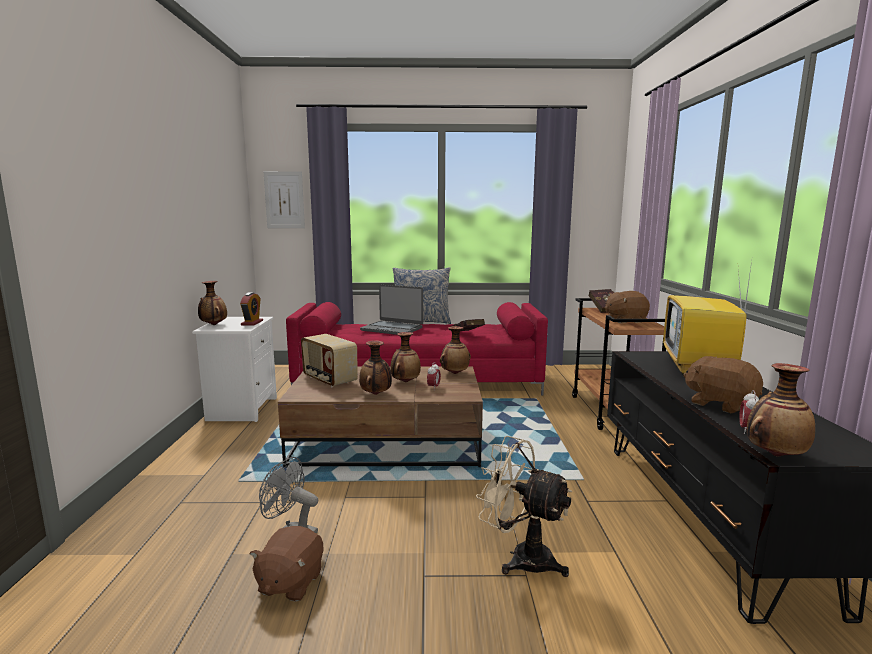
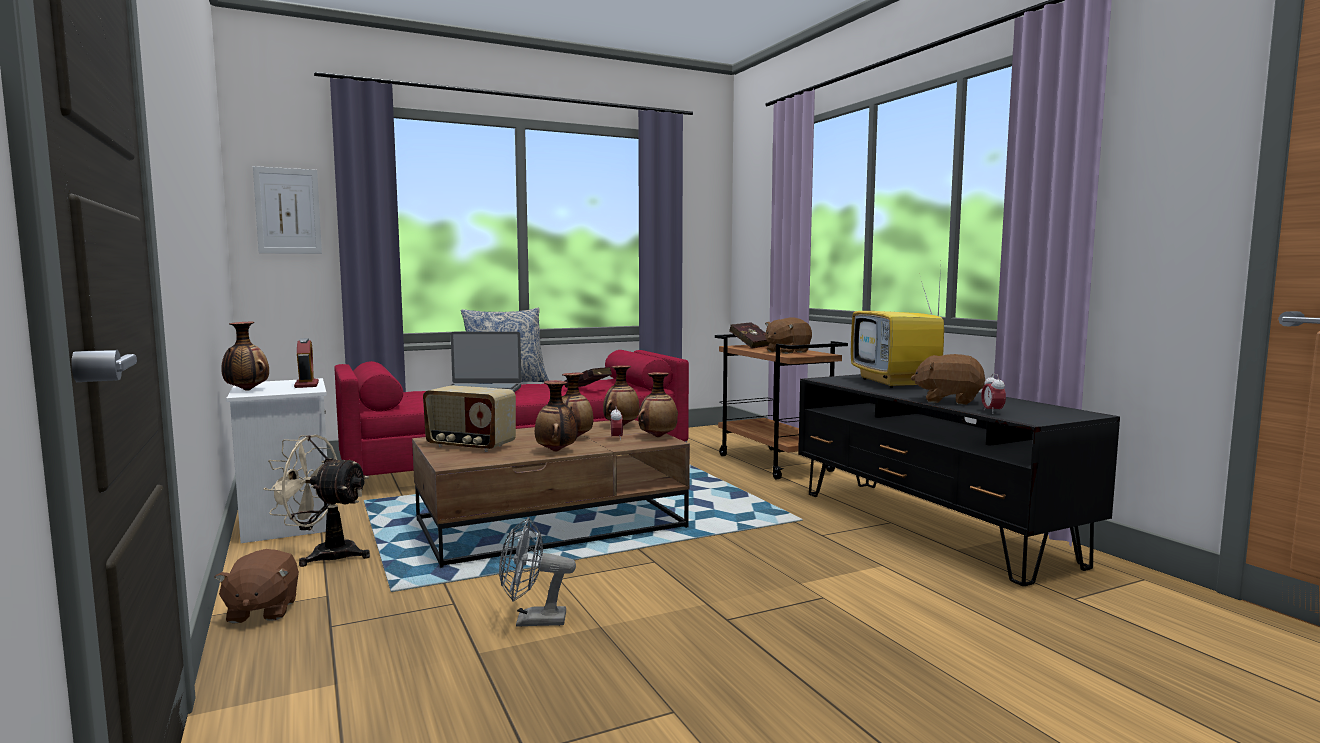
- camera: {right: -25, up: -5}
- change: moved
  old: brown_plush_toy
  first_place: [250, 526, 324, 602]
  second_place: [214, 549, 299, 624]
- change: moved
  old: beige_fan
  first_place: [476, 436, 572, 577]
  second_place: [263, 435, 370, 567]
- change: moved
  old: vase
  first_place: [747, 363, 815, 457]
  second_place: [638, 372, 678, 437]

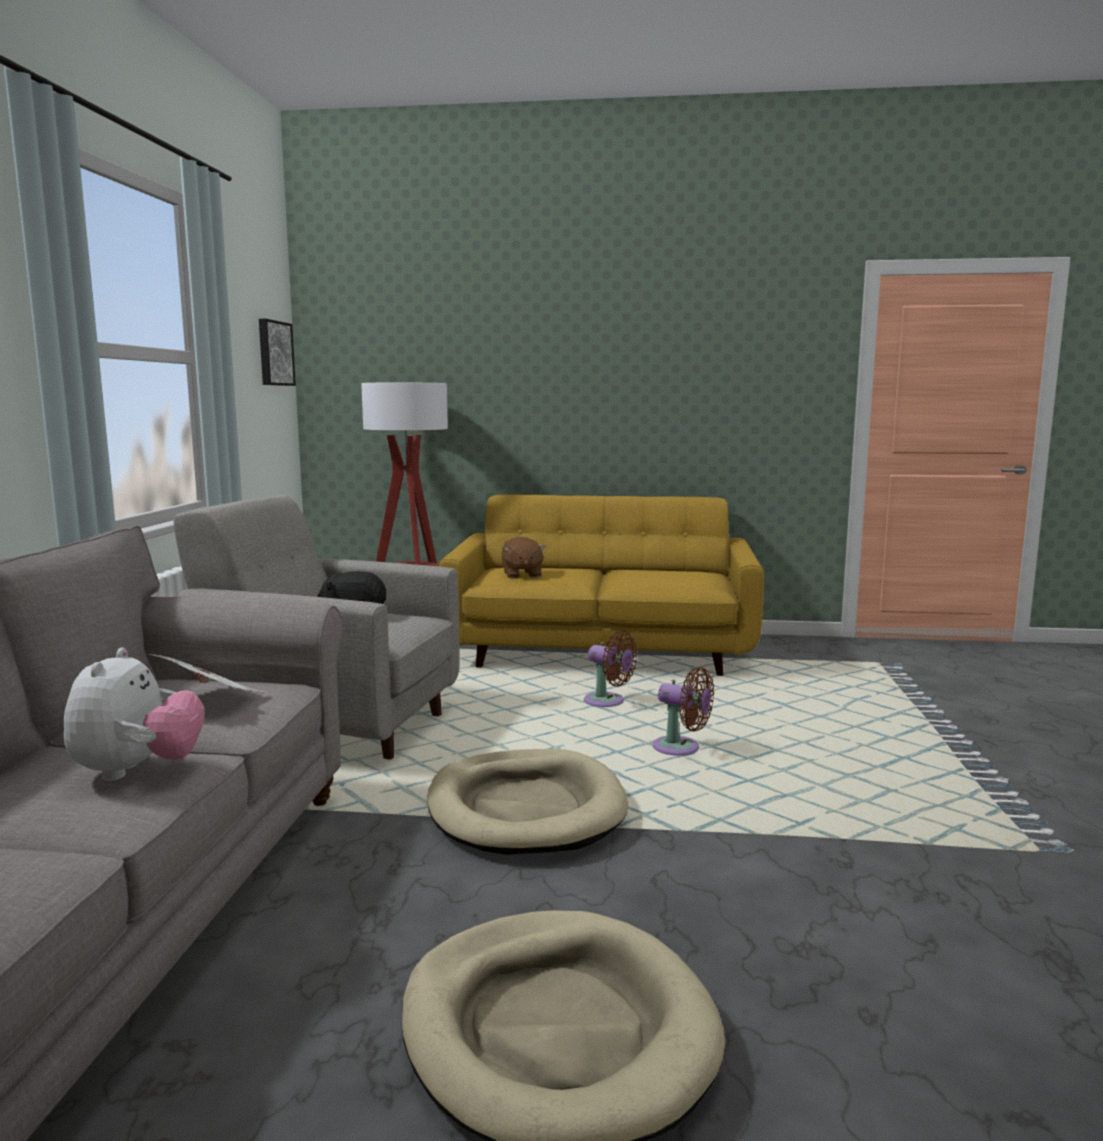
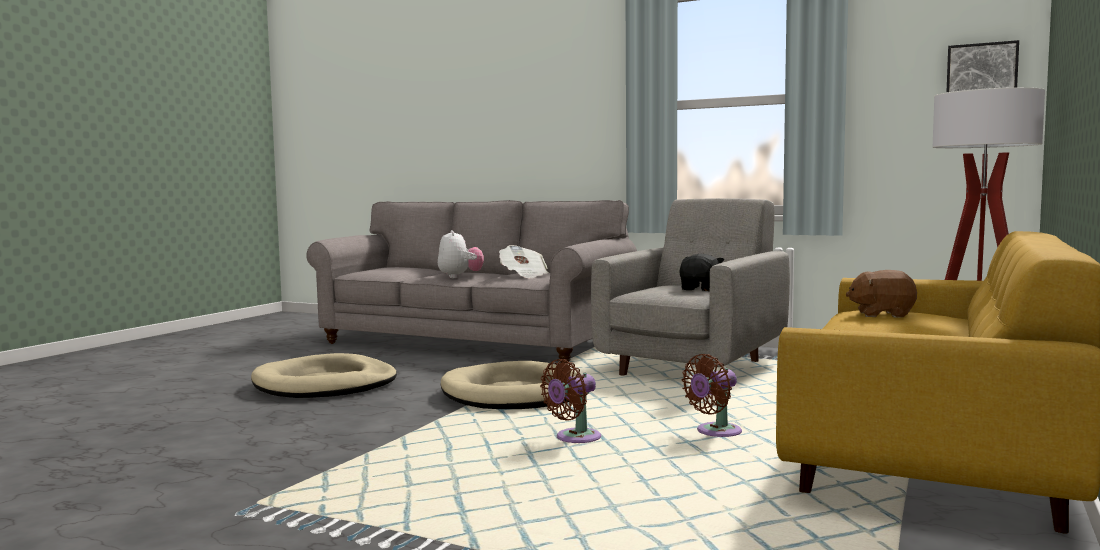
- camera: {right: 110, up: -5}
- change: turned
  old: plush_toy
  first_place: [64, 648, 205, 781]
  second_place: [438, 230, 484, 278]
  degrees: -120

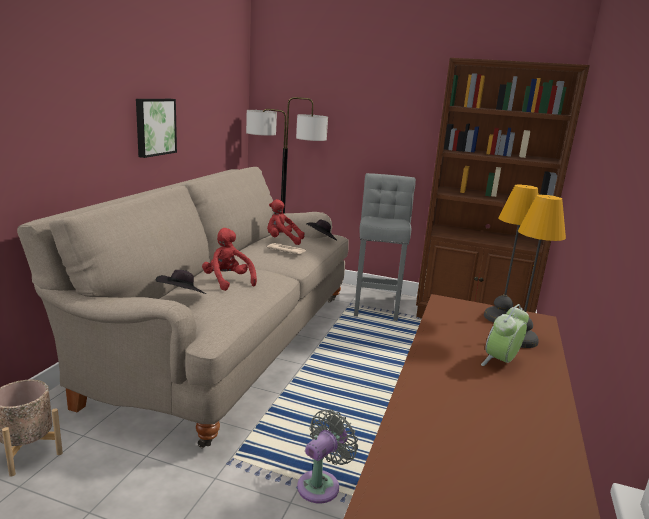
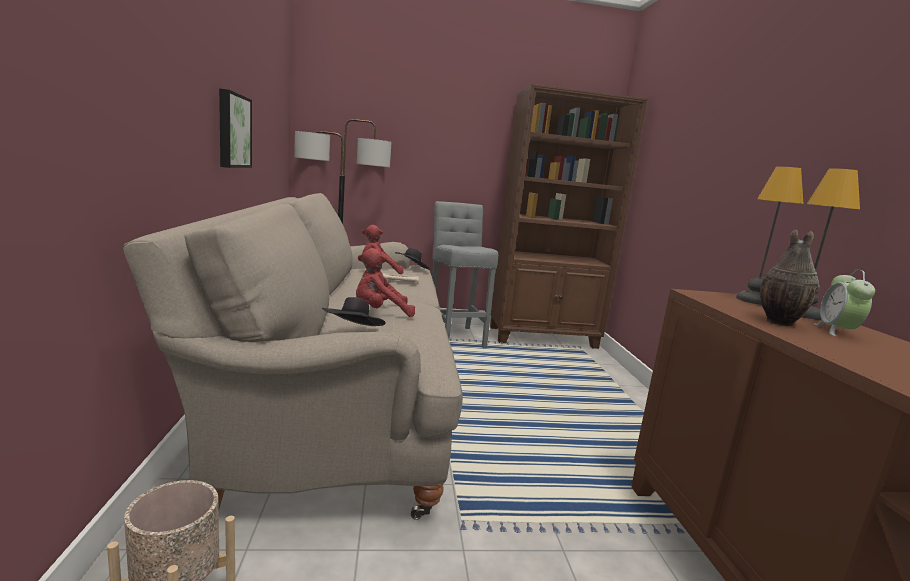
- camera: {right: -25, up: -5}
- change: turned
  old: red_plush_toy
  first_place: [202, 228, 257, 291]
  second_place: [356, 248, 415, 317]
  degrees: -45
- change: added
  new: vase
  second_place: [760, 230, 819, 326]
- change: removed
  old: grey_fan
  first_place: [297, 409, 358, 503]

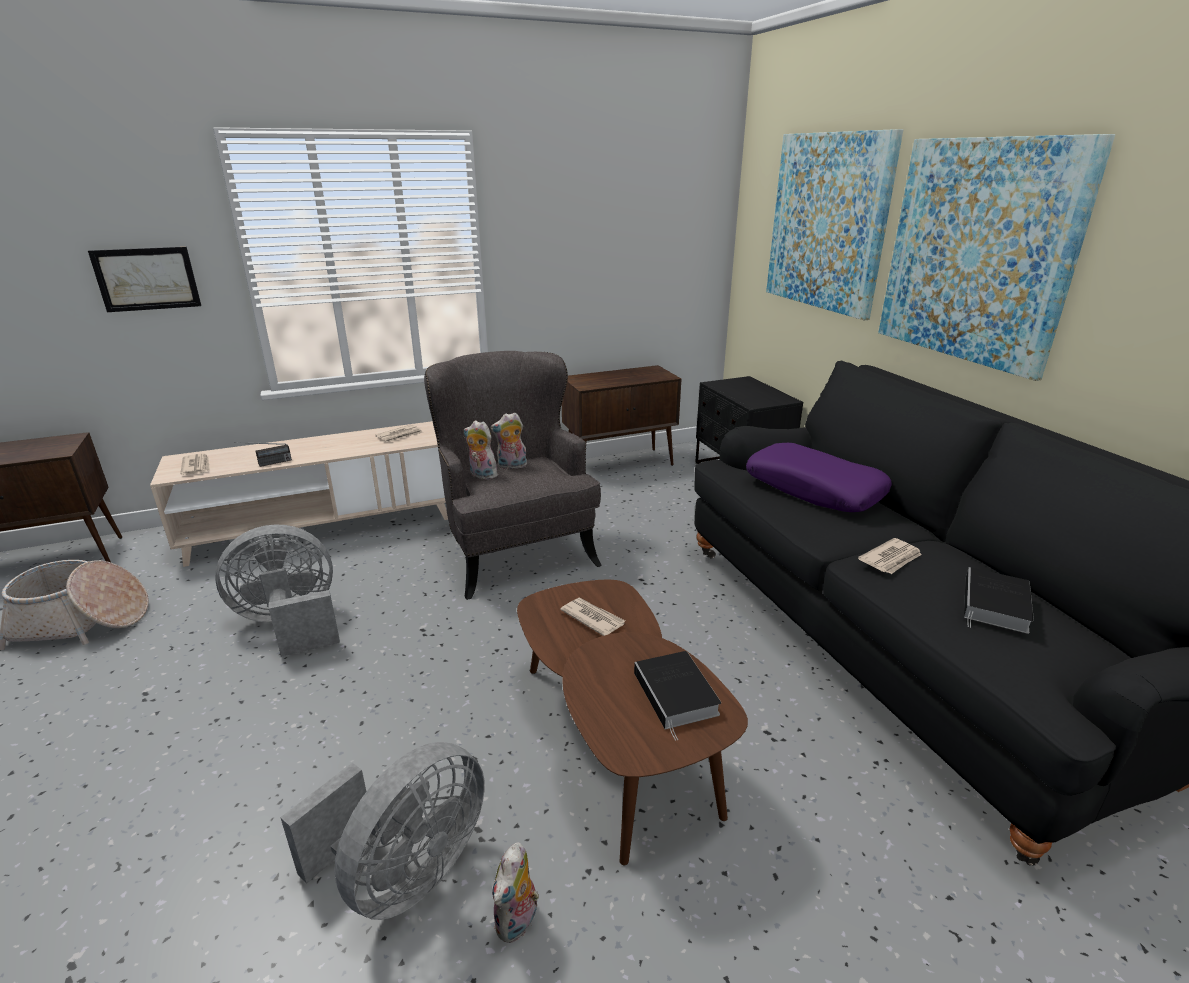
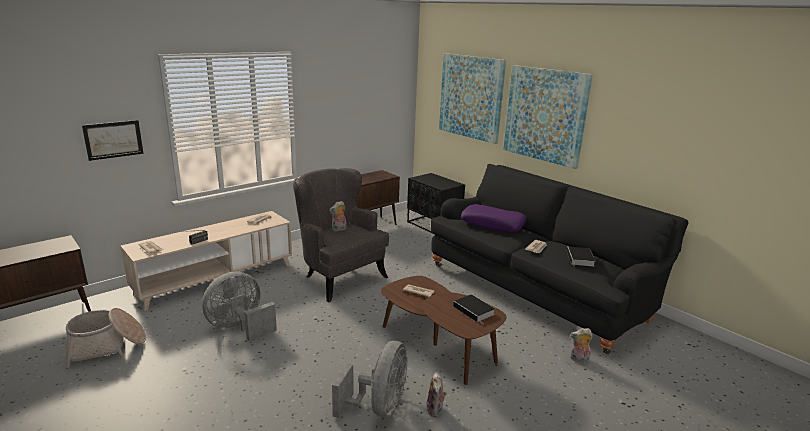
- camera: {right: -20, up: -5}
- change: moved
  old: plush_toy
  first_place: [464, 421, 498, 480]
  second_place: [570, 328, 593, 363]

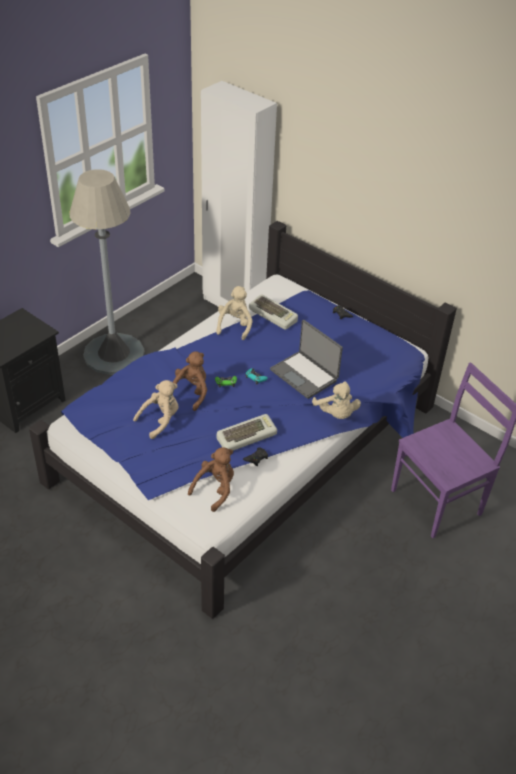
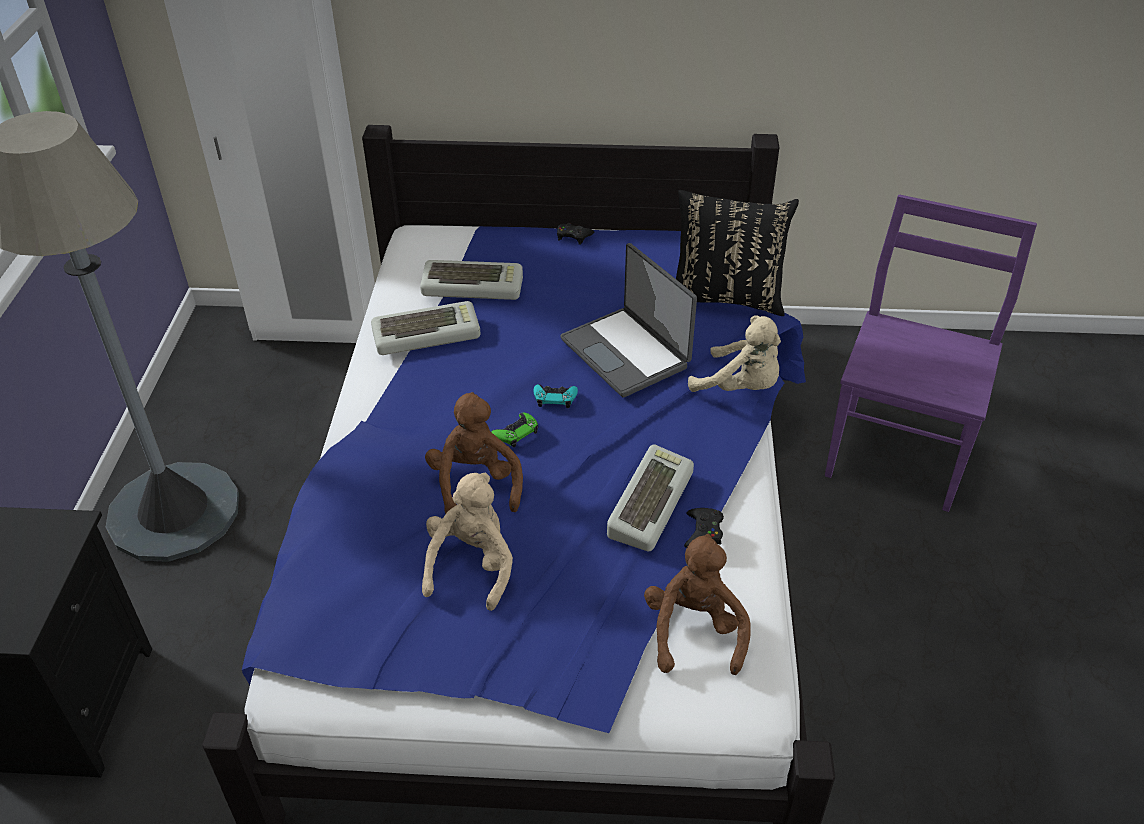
- camera: {right: -35, up: 0}
- change: replaced
  old: beige_plush_toy
  new: keyboard
  first_place: [216, 286, 253, 340]
  second_place: [371, 301, 481, 355]
- change: turned
  old: laptop
  first_place: [270, 320, 343, 399]
  second_place: [560, 243, 697, 398]
  degrees: 45
- change: added
  new: black_pillow
  second_place: [676, 190, 799, 316]

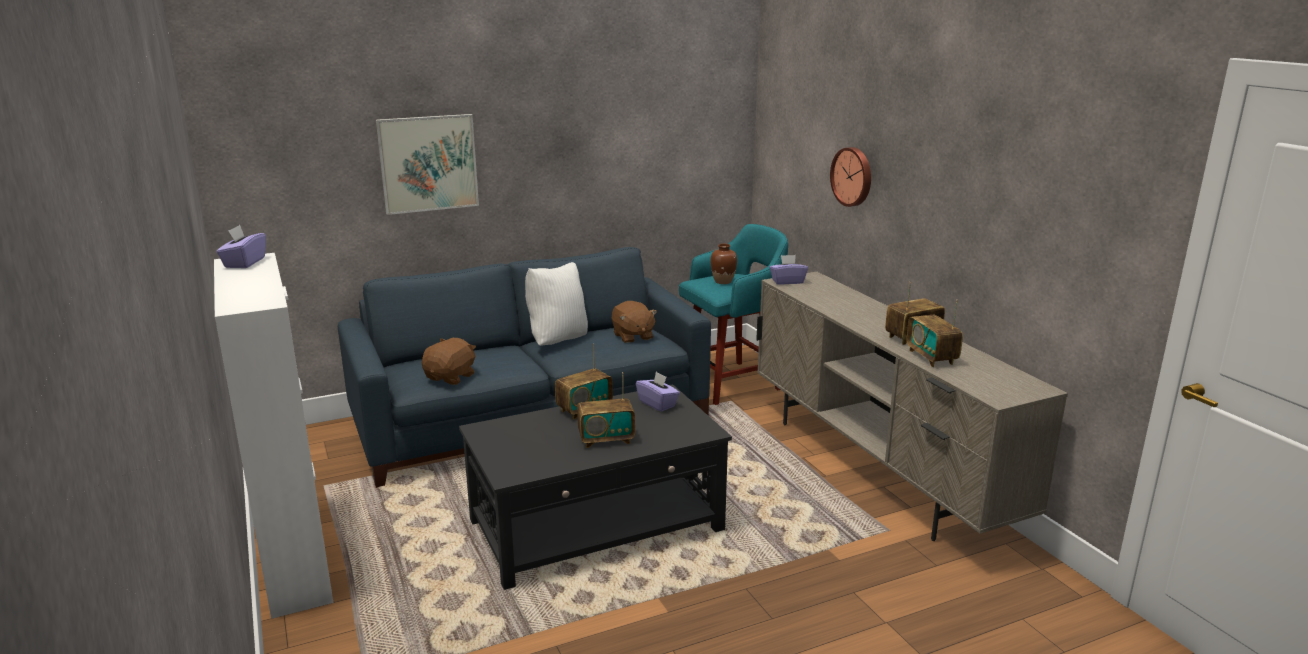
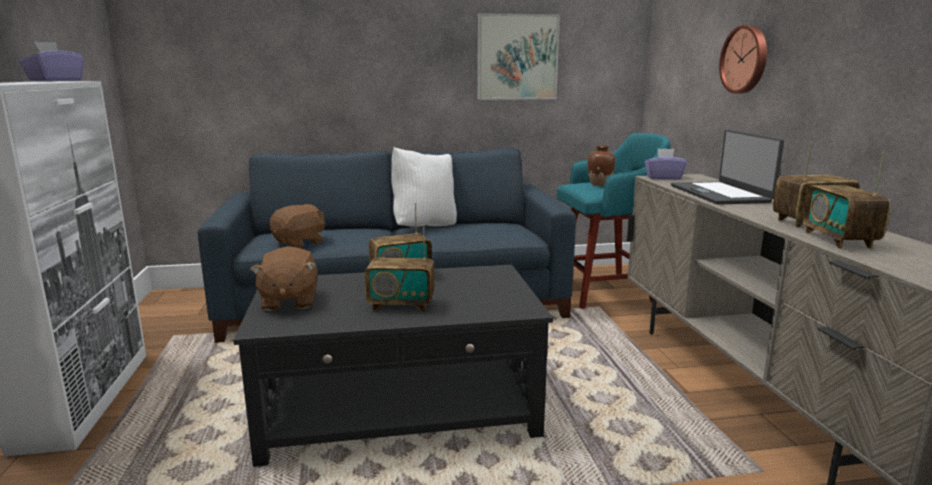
- camera: {right: 15, up: -5}
- change: moved
  old: brown_plush_toy
  first_place: [612, 301, 657, 343]
  second_place: [250, 246, 317, 311]
- change: moved
  old: picture
  first_place: [376, 114, 479, 215]
  second_place: [477, 13, 560, 100]
- change: added
  new: laptop
  second_place: [671, 130, 784, 205]
- change: removed
  old: purple_tissue_box
  first_place: [636, 372, 680, 411]

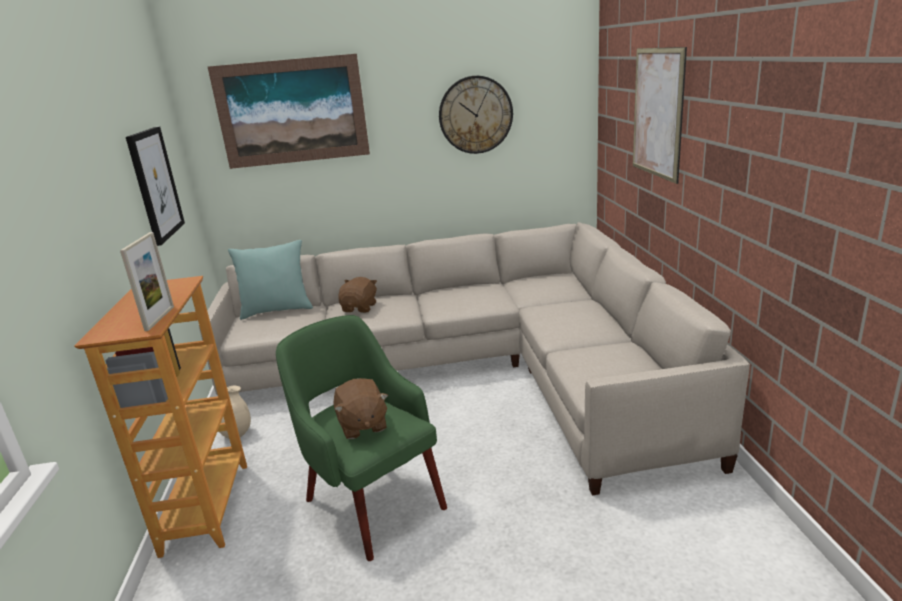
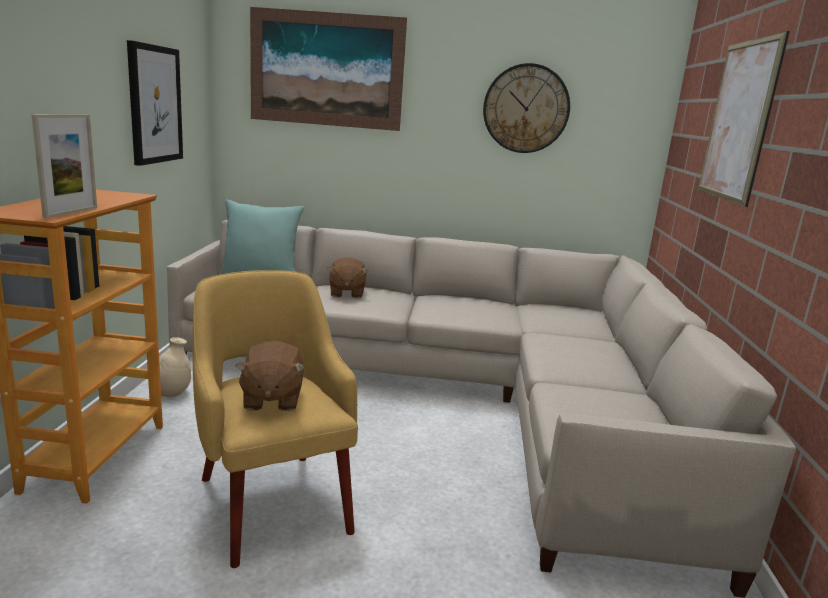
- camera: {right: 10, up: -5}
- change: recoloured
  old: green_armchair
  new: yellow_armchair
  first_place: [276, 315, 447, 561]
  second_place: [193, 270, 358, 568]
- change: turned
  old: brown_plush_toy
  first_place: [338, 277, 377, 313]
  second_place: [327, 257, 368, 298]
  degrees: 150

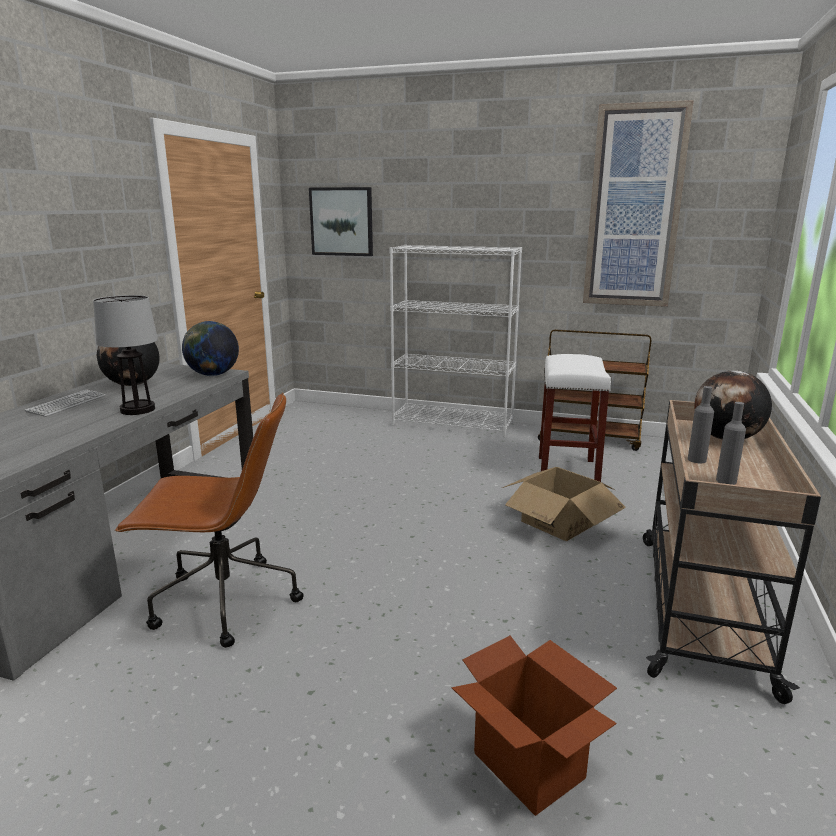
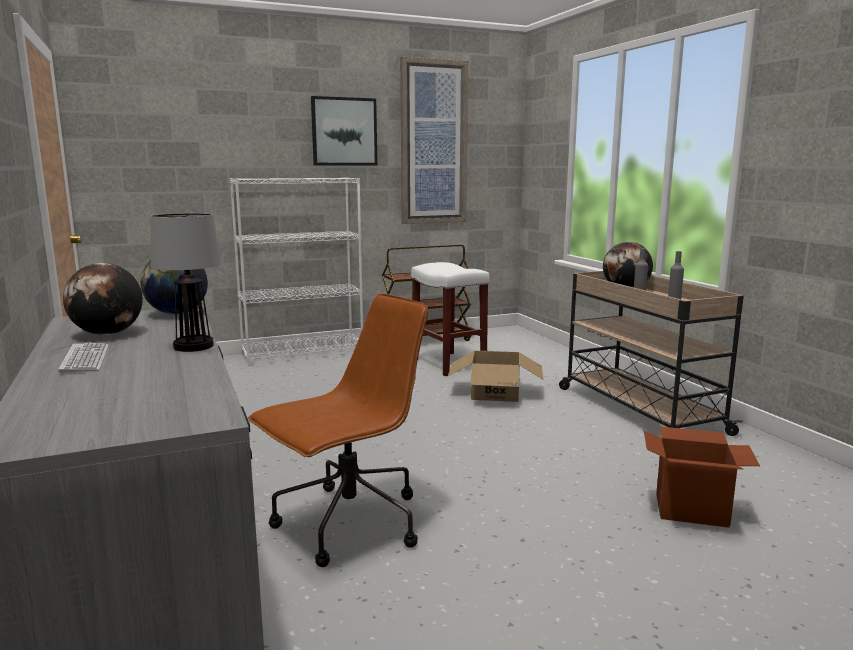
- camera: {right: -40, up: -5}
- change: moved
  old: picture
  first_place: [309, 187, 373, 256]
  second_place: [311, 96, 377, 165]

